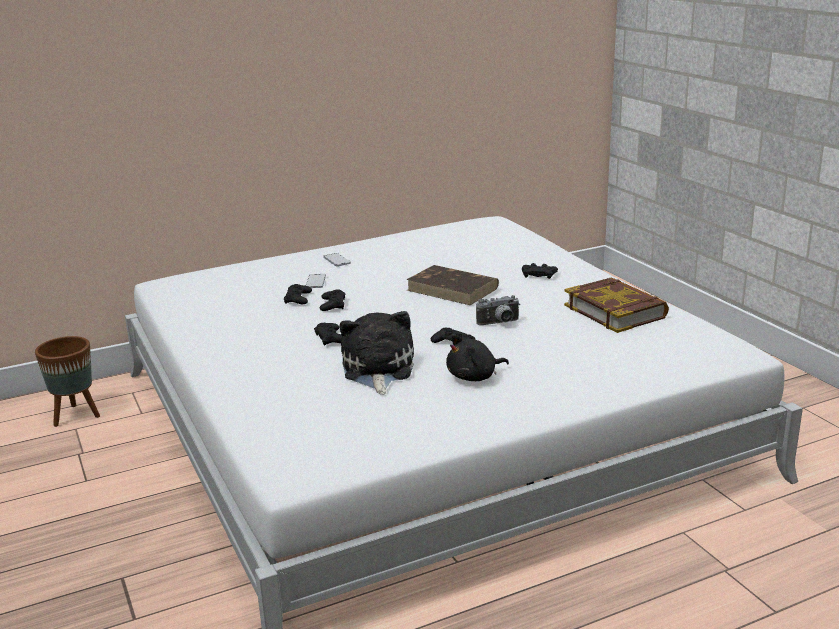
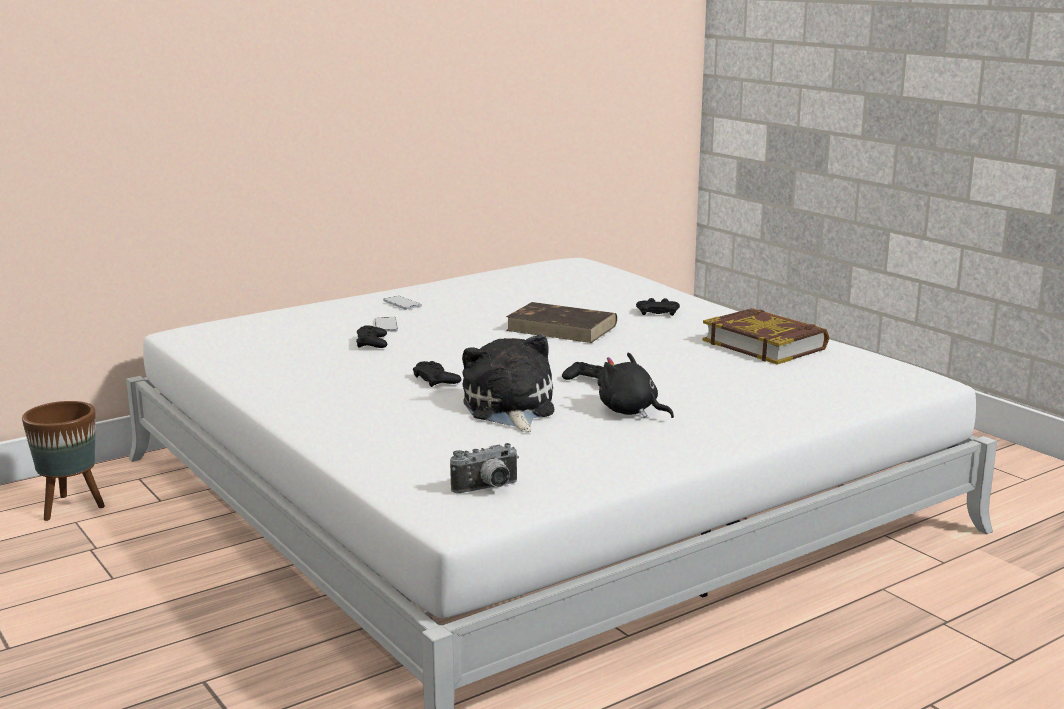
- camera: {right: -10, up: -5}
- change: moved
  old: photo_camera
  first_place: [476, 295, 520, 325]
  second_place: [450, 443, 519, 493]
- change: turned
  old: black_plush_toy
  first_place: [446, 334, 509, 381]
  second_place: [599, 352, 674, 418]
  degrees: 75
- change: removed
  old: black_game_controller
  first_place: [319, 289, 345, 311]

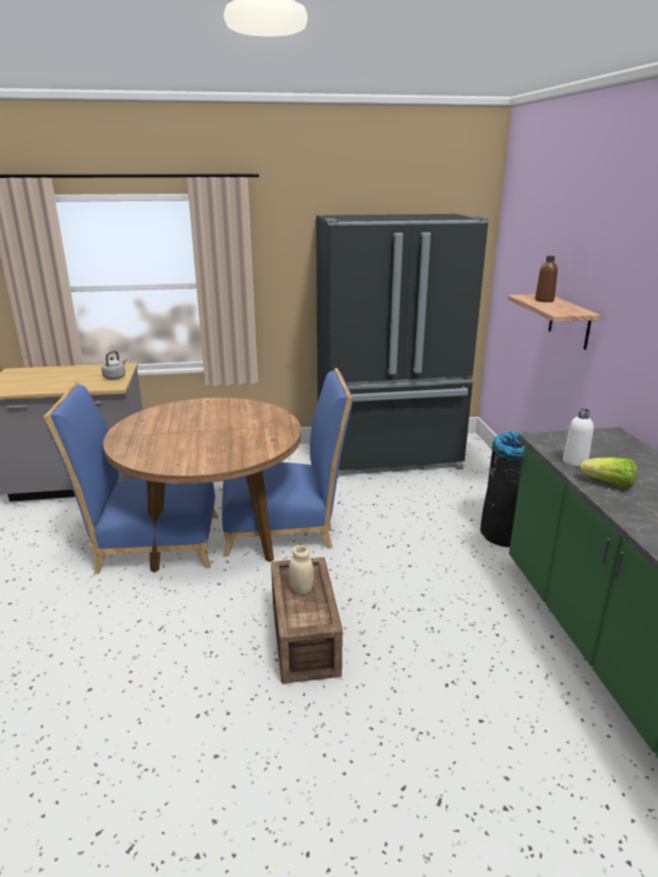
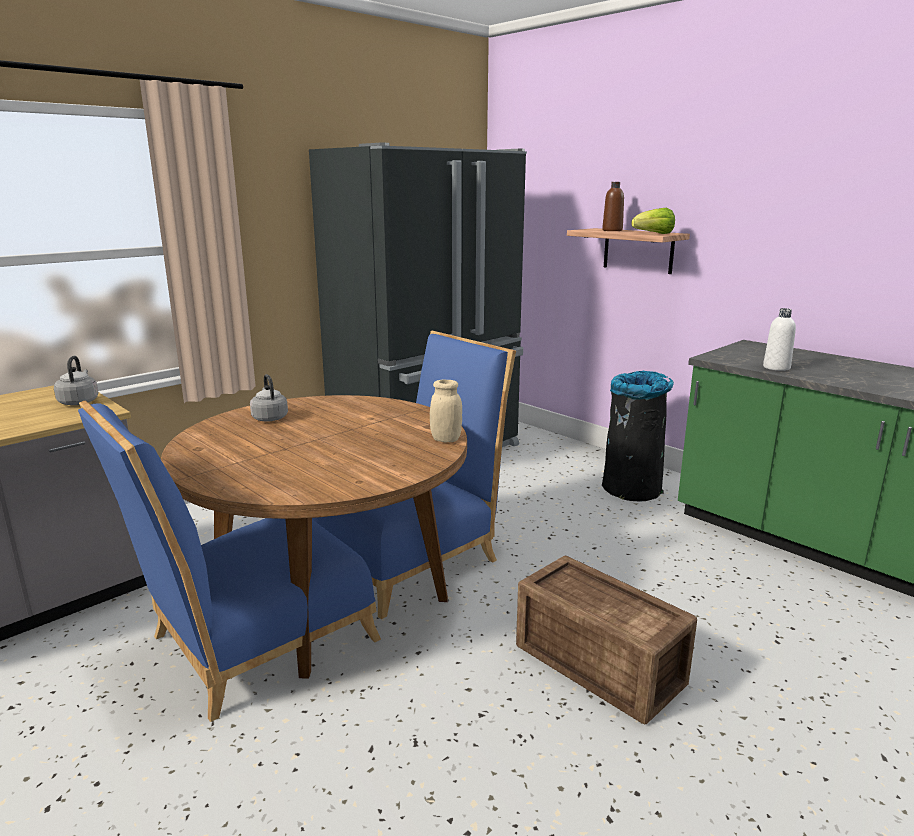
- camera: {right: -35, up: -5}
- change: added
  new: grey_kettle
  second_place: [250, 374, 288, 421]
- change: moved
  old: beige_jar
  first_place: [289, 545, 314, 595]
  second_place: [430, 380, 462, 443]
- change: moved
  old: lettuce
  first_place: [580, 457, 637, 489]
  second_place: [631, 208, 675, 234]

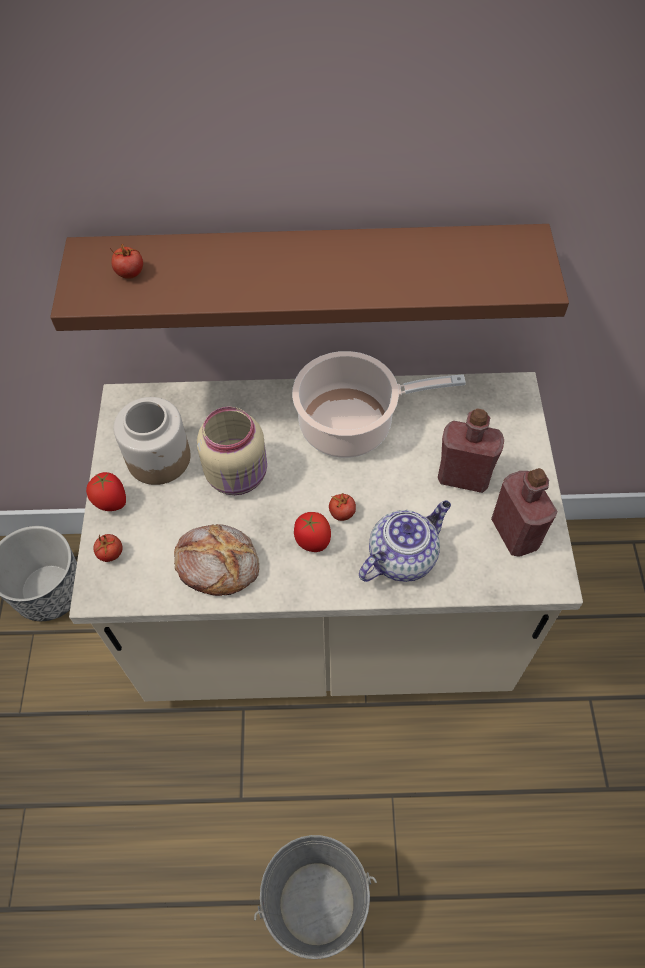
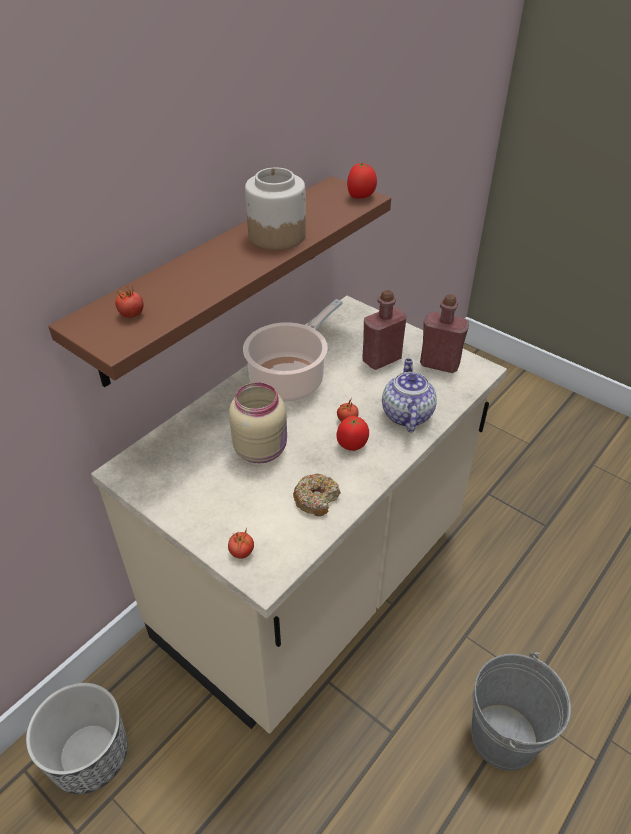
- camera: {right: -50, up: -15}
- change: moved
  old: jar
  first_place: [113, 397, 190, 485]
  second_place: [245, 167, 306, 250]
- change: replaced
  old: bread
  new: donut
  first_place: [174, 524, 259, 596]
  second_place: [293, 474, 341, 516]
- change: moved
  old: tomato
  first_place: [86, 472, 126, 511]
  second_place: [347, 162, 377, 199]

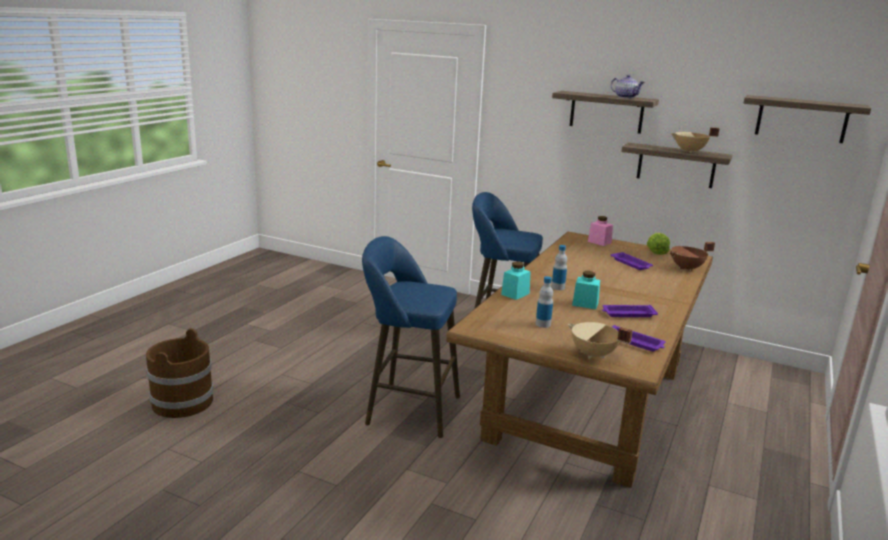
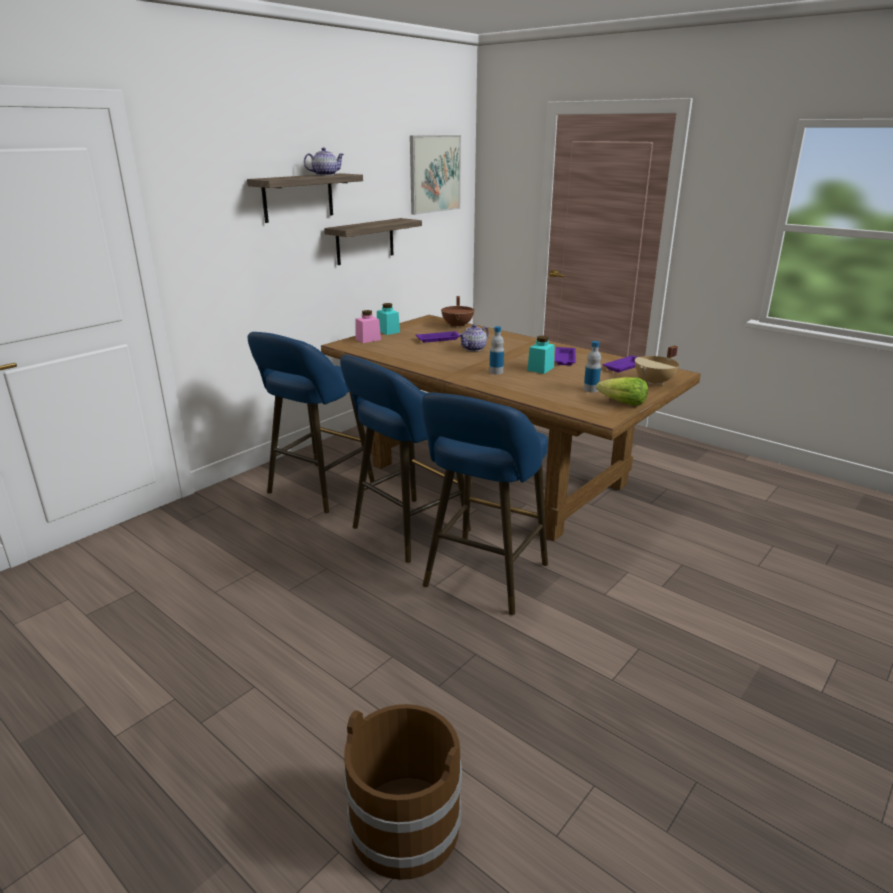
- camera: {right: -75, up: 5}
- change: added
  new: blue_stool
  second_place: [340, 355, 471, 563]
- change: moved
  old: turquoise_jar
  first_place: [501, 262, 531, 300]
  second_place: [377, 303, 400, 335]
- change: replaced
  old: shelf
  new: picture
  first_place: [743, 95, 871, 143]
  second_place: [410, 135, 461, 215]
- change: added
  new: teapot
  second_place: [459, 324, 489, 351]
- change: moved
  old: lettuce
  first_place: [647, 233, 670, 255]
  second_place: [596, 377, 648, 406]
- change: removed
  old: beige_cooking_pot
  first_place: [671, 127, 720, 153]

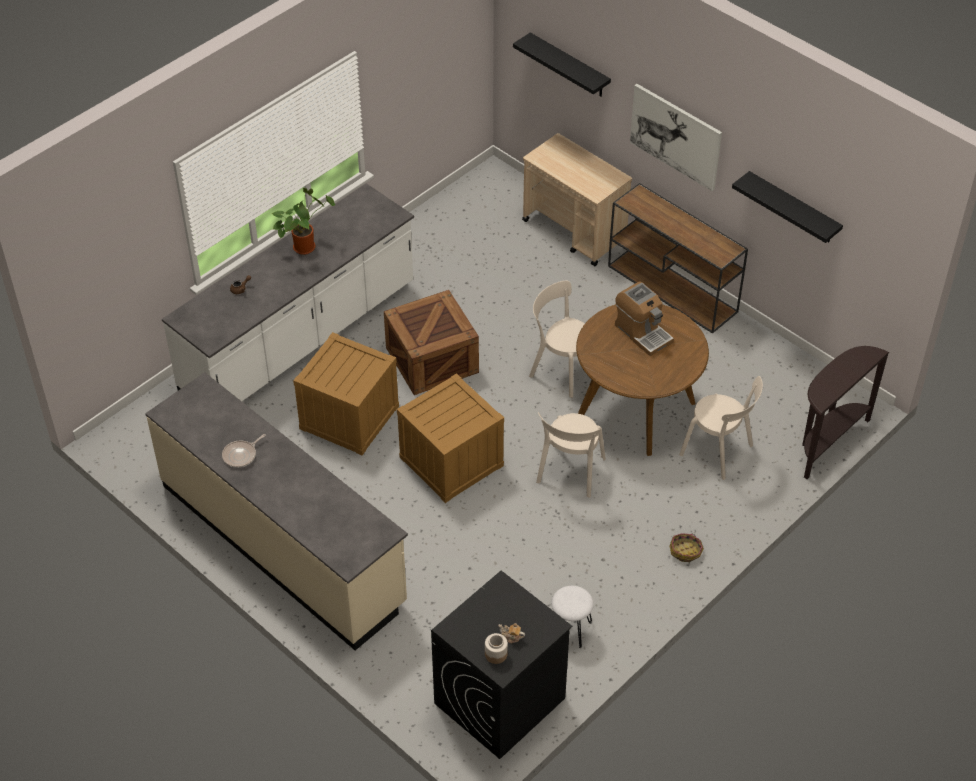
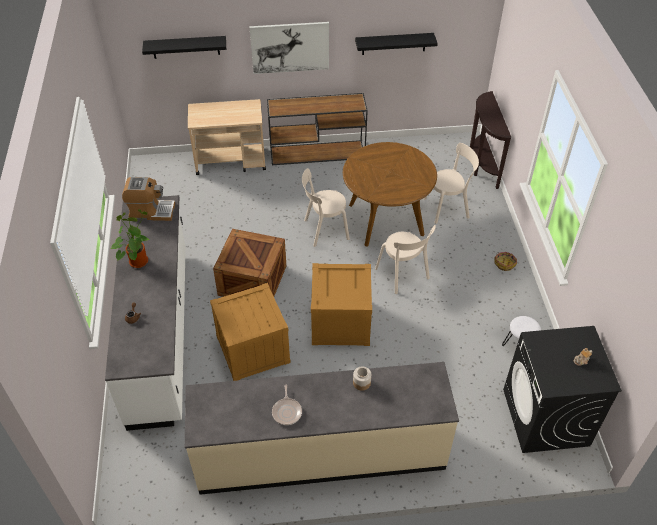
- camera: {right: -50, up: 0}
- change: moved
  old: coffee_machine
  first_place: [615, 281, 674, 356]
  second_place: [122, 177, 175, 221]
- change: moved
  old: jar
  first_place: [485, 633, 508, 664]
  second_place: [353, 366, 371, 391]

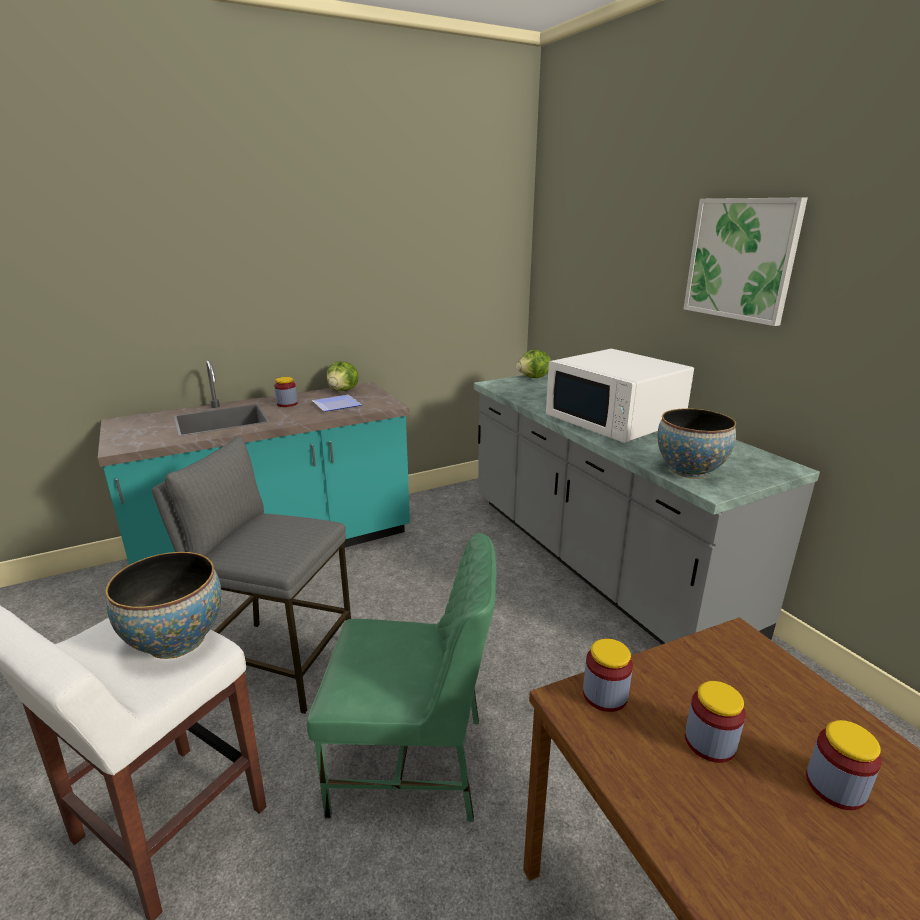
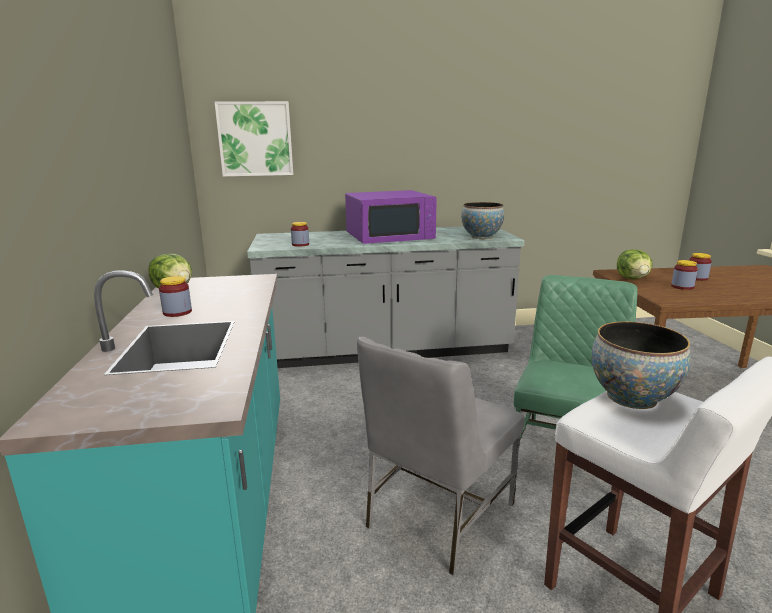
- camera: {right: -70, up: -5}
- change: moved
  old: picture
  first_place: [683, 197, 808, 326]
  second_place: [215, 101, 294, 177]
- change: moved
  old: jar
  first_place: [583, 639, 633, 712]
  second_place: [291, 222, 309, 247]
- change: recoloured
  old: white_microwave
  new: purple_microwave
  first_place: [546, 349, 694, 443]
  second_place: [345, 190, 437, 244]
- change: replaced
  old: grey_stool
  new: grey_chair
  first_place: [152, 436, 351, 714]
  second_place: [357, 337, 524, 576]
- change: moved
  old: lettuce
  first_place: [516, 350, 551, 378]
  second_place: [617, 249, 652, 279]
- change: removed
  old: plate
  first_place: [312, 395, 362, 412]

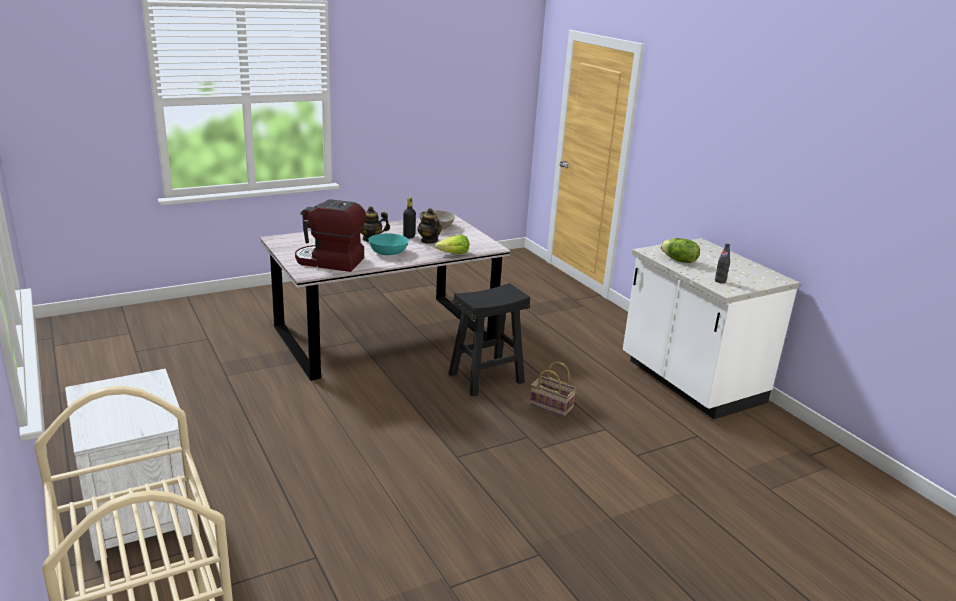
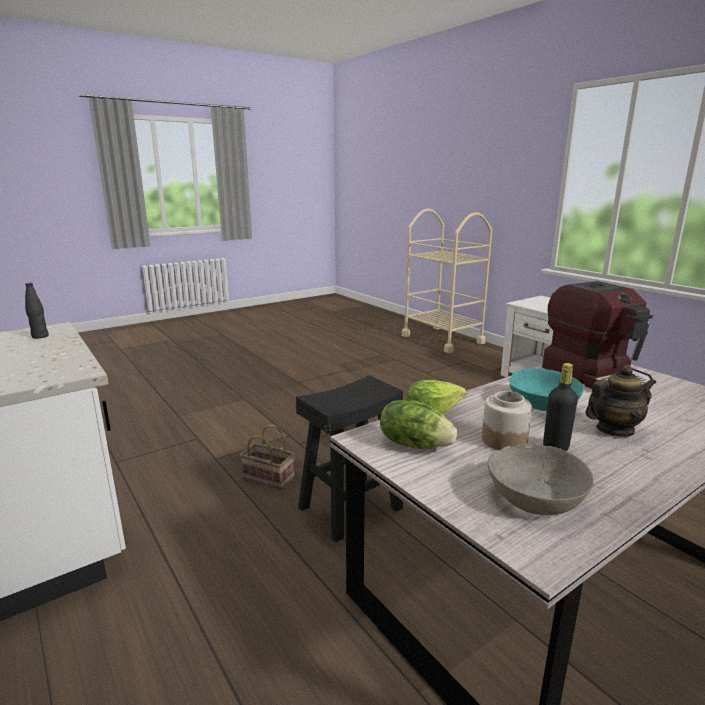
- camera: {right: 175, up: -5}
- change: moved
  old: lettuce
  first_place: [660, 238, 700, 263]
  second_place: [380, 400, 457, 449]
- change: replaced
  old: teapot
  new: jar
  first_place: [418, 208, 442, 243]
  second_place: [482, 391, 532, 450]
- change: turned
  old: coffee_machine
  first_place: [295, 199, 366, 272]
  second_place: [542, 281, 653, 389]
  degrees: 60

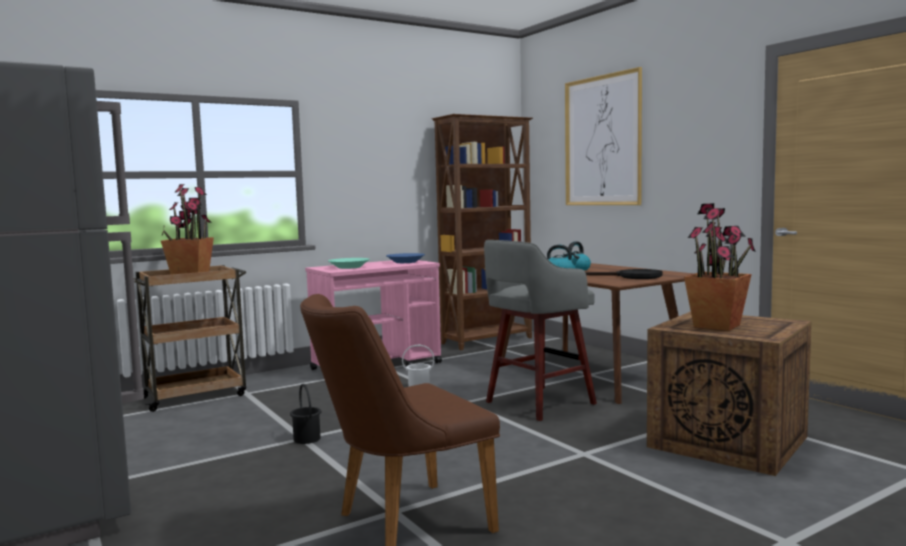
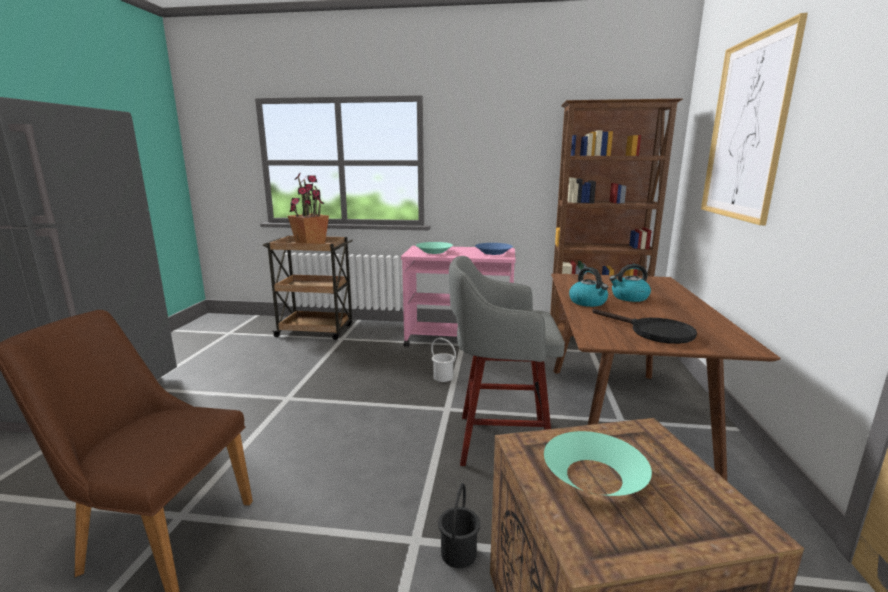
- camera: {right: 40, up: 10}
- change: moved
  old: black_bucket
  first_place: [290, 384, 321, 444]
  second_place: [438, 483, 480, 568]
- change: replaced
  old: potted_plant
  new: turquoise_bowl
  first_place: [684, 203, 756, 331]
  second_place: [544, 431, 652, 496]

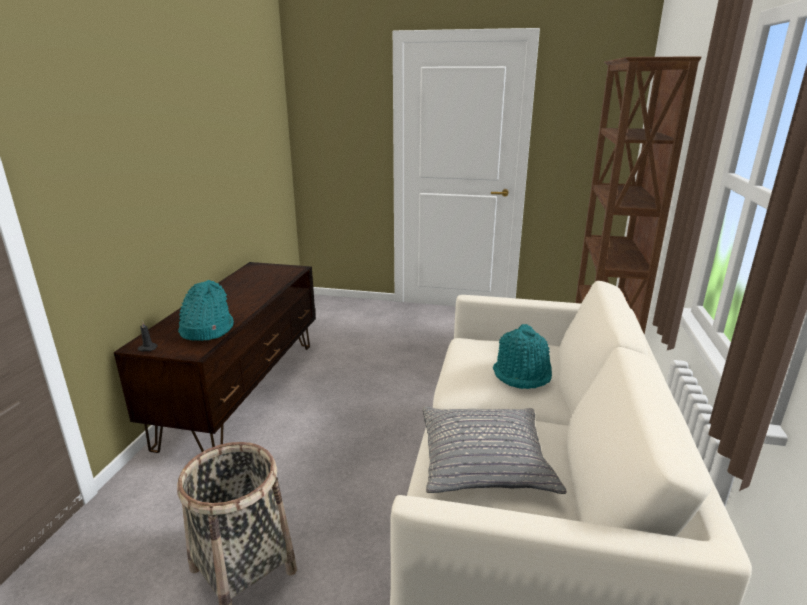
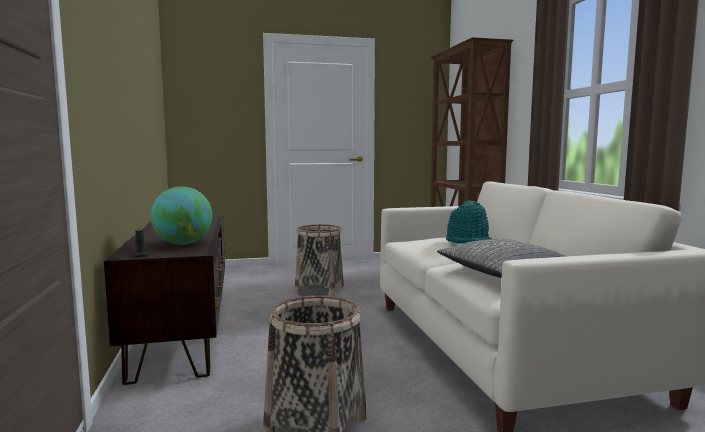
- camera: {right: -25, up: -15}
- change: replaced
  old: turquoise_hat
  new: globe
  first_place: [178, 280, 234, 341]
  second_place: [151, 186, 212, 245]
- change: added
  new: basket
  second_place: [295, 224, 344, 296]

